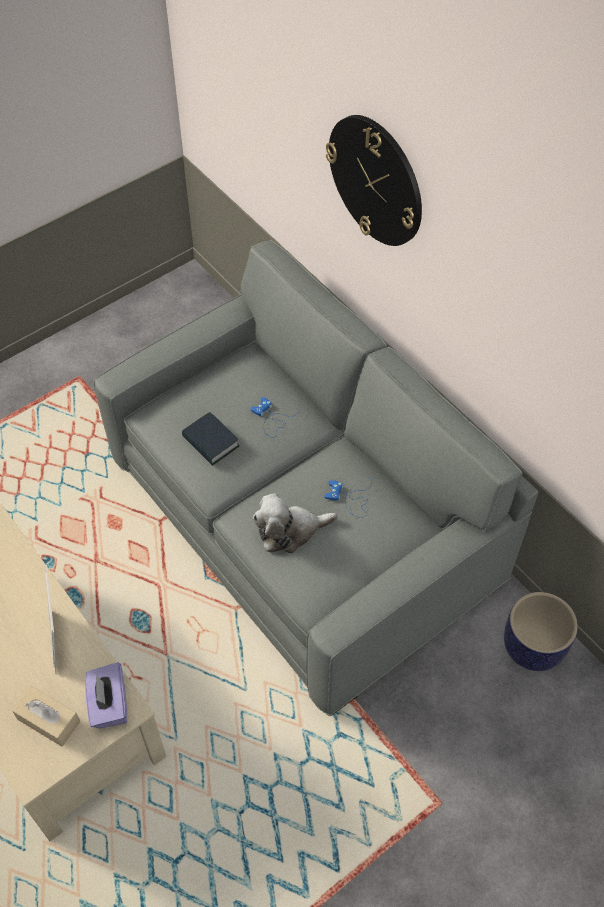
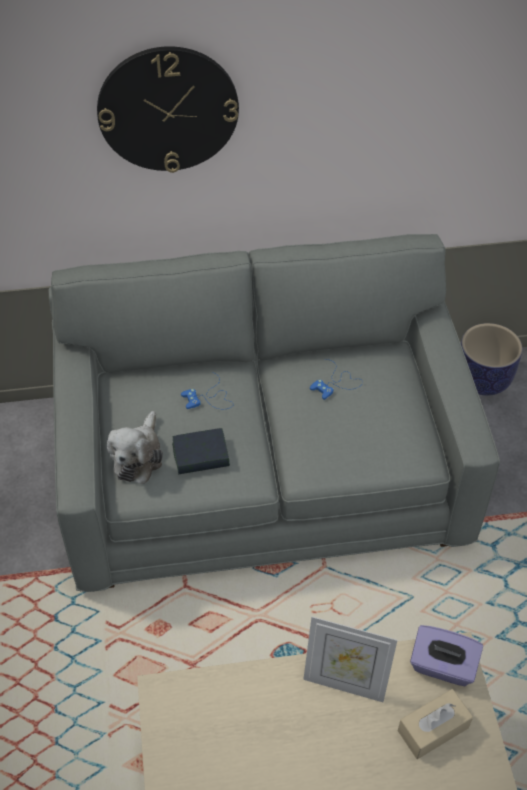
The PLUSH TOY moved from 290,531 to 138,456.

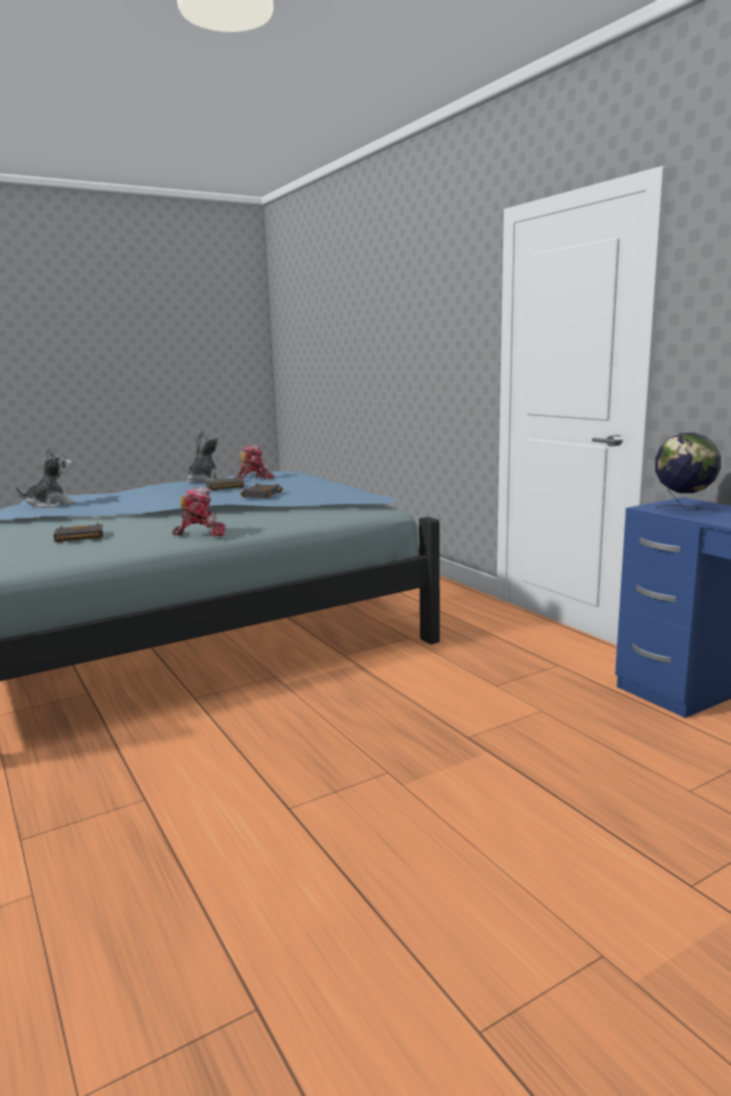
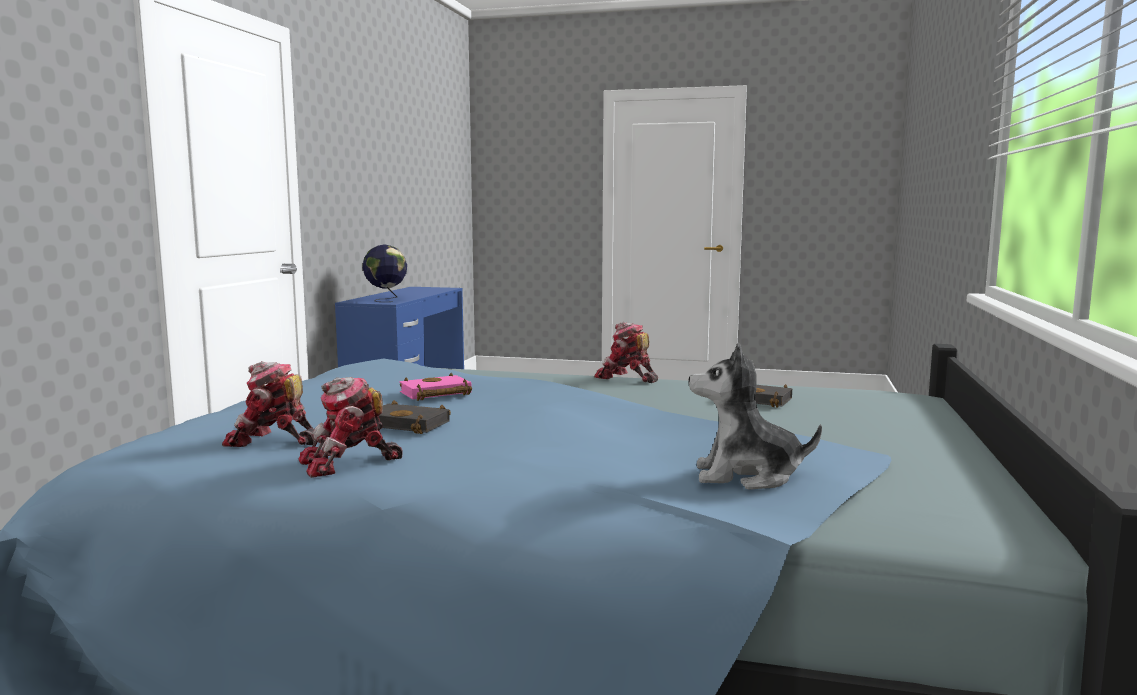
The PLUSH TOY at 204,481 was replaced by the TOY ROBOT at 349,463.
The BLACK BOOK at 261,495 became the PINK BOOK at 435,394.

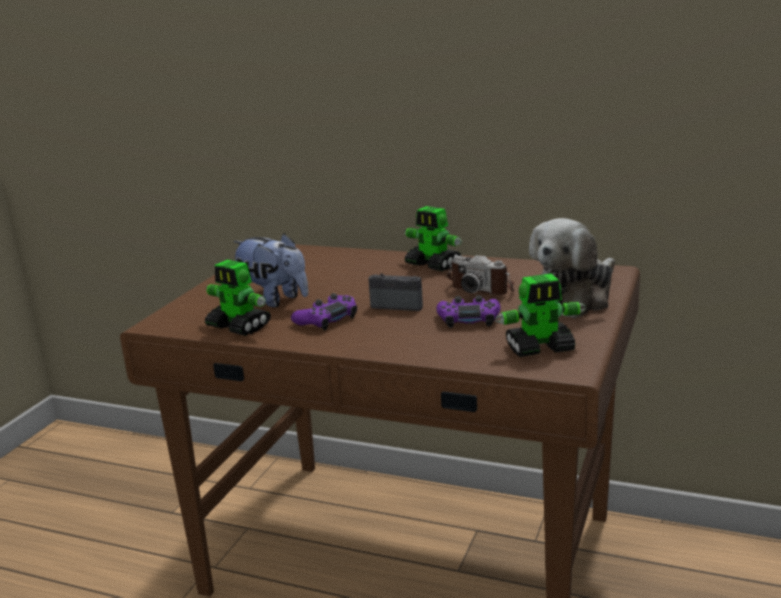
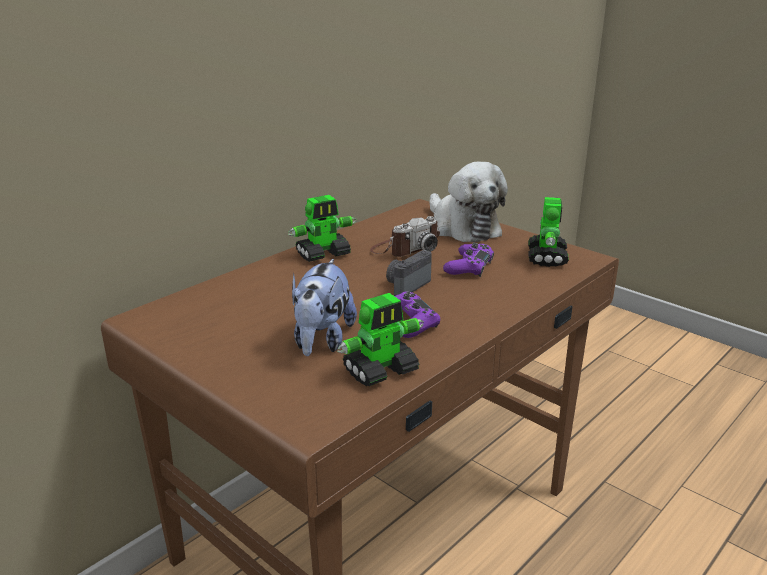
The PLUSH TOY at 274,300 turned 135 degrees clockwise.

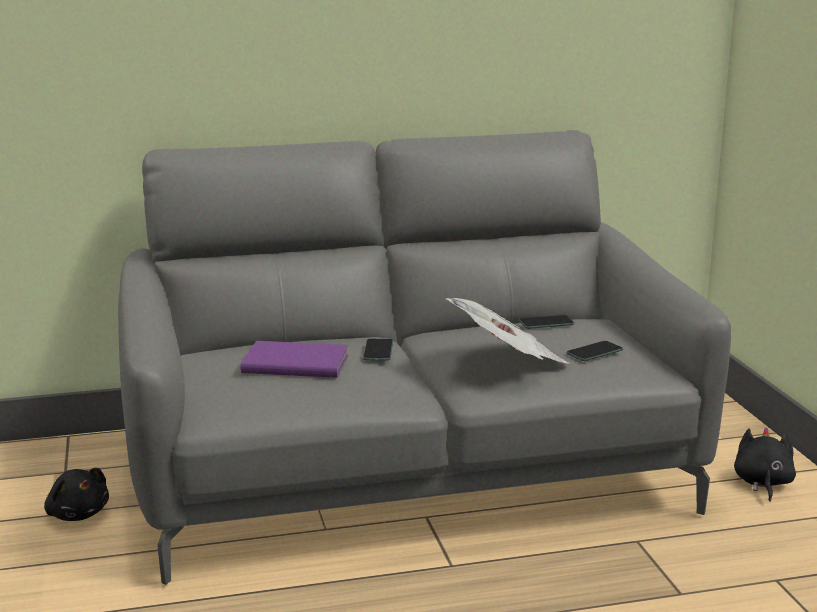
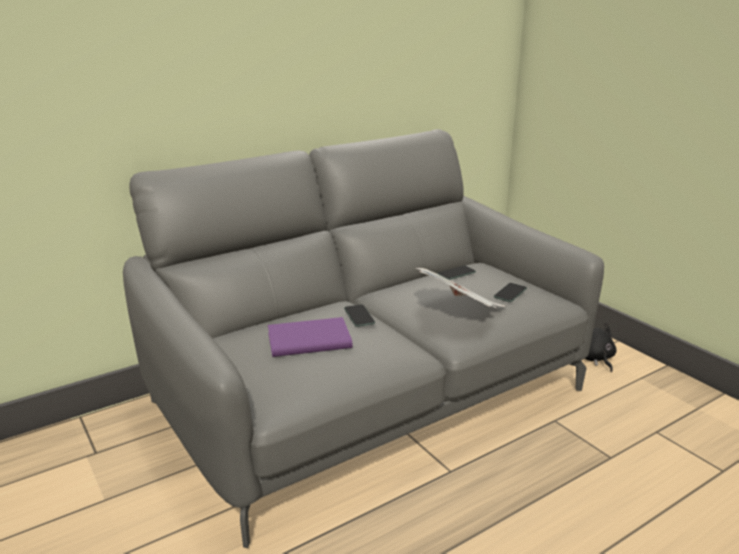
The BLACK PLUSH TOY at 77,514 disappeared.

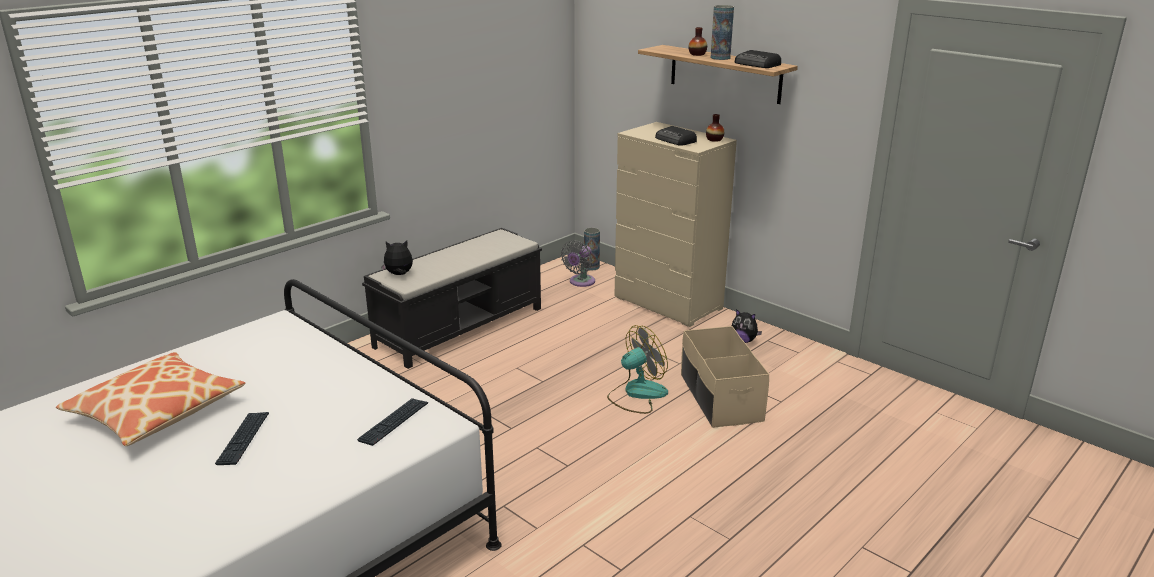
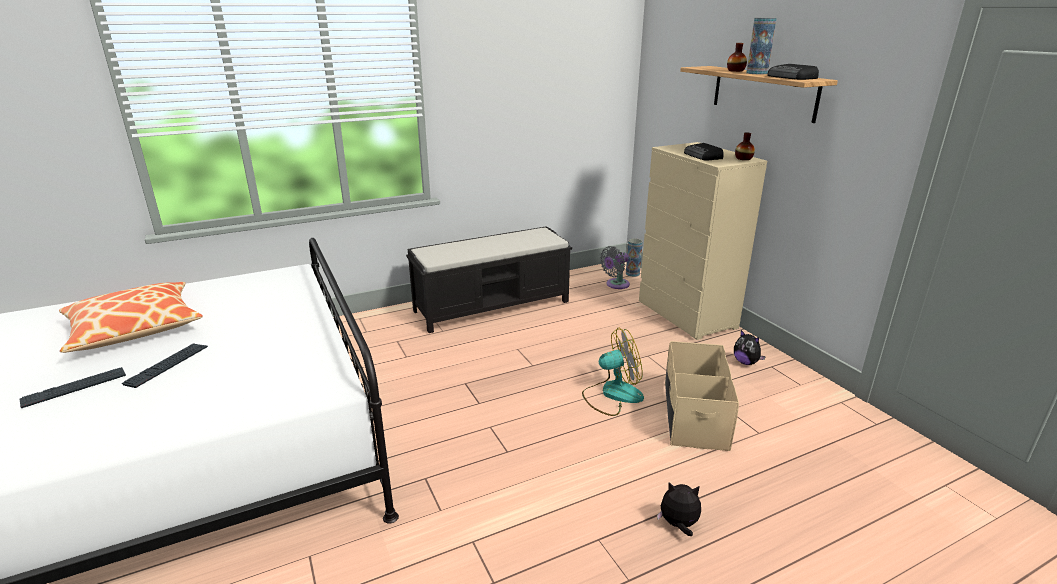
The KEYBOARD moved from 393,422 to 75,388.
The PLUSH TOY moved from 399,275 to 678,525.

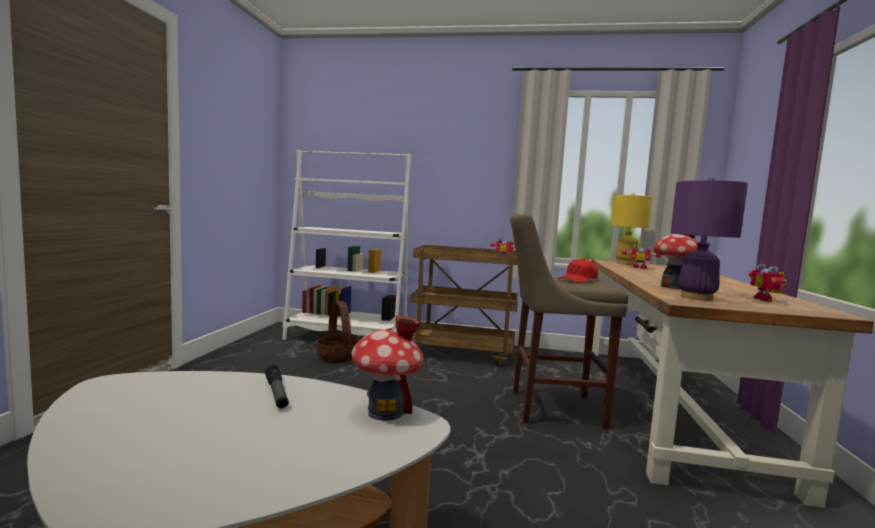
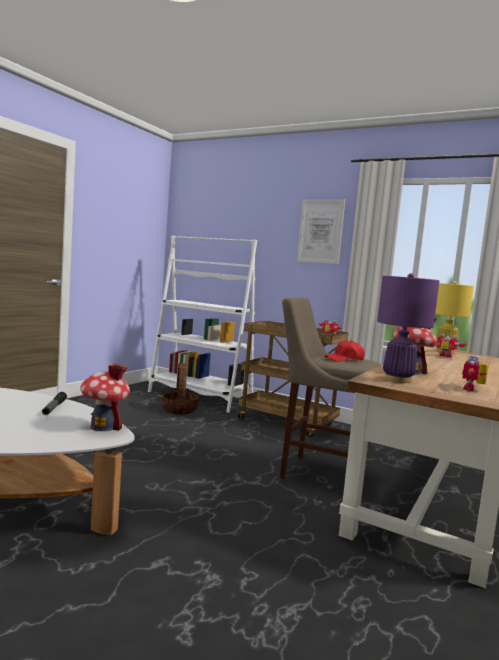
The PICTURE at 320,231 appeared.

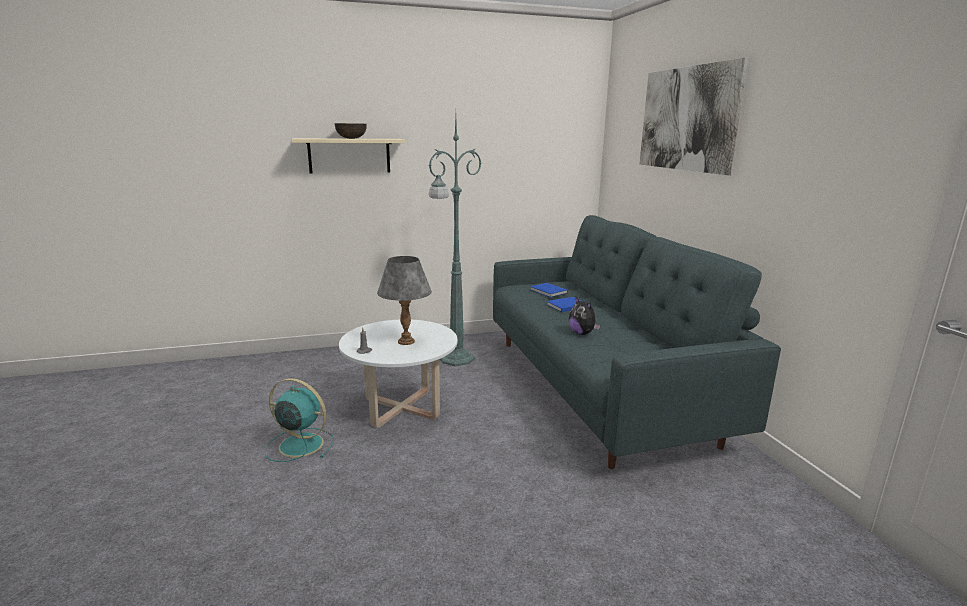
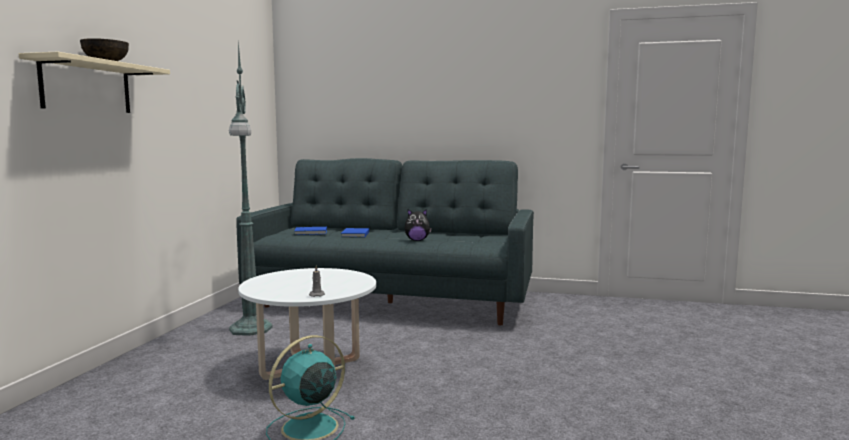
The GREY TABLE LAMP at 406,341 disappeared.
The PICTURE at 687,119 disappeared.

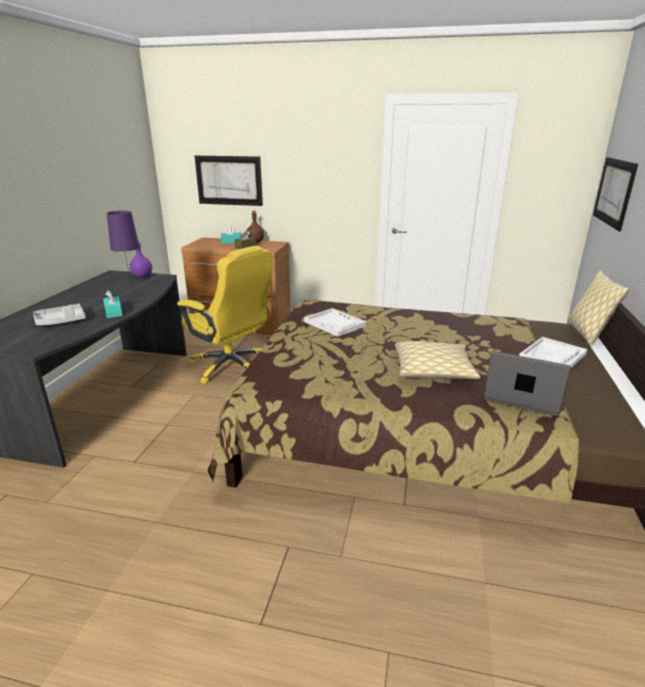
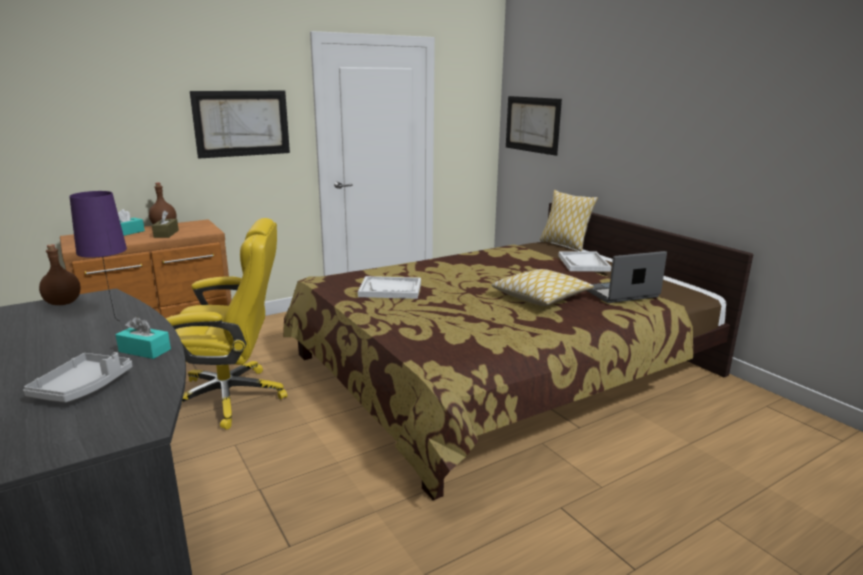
The PICTURE moved from 229,180 to 242,123.
The PURPLE BOTTLE at 142,276 became the BROWN BOTTLE at 63,303.

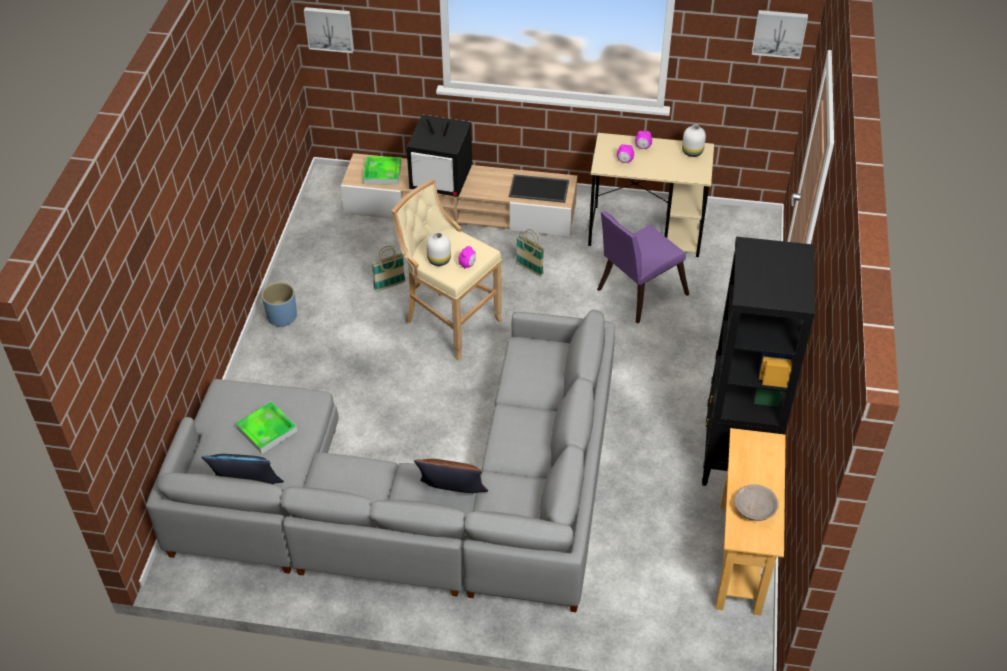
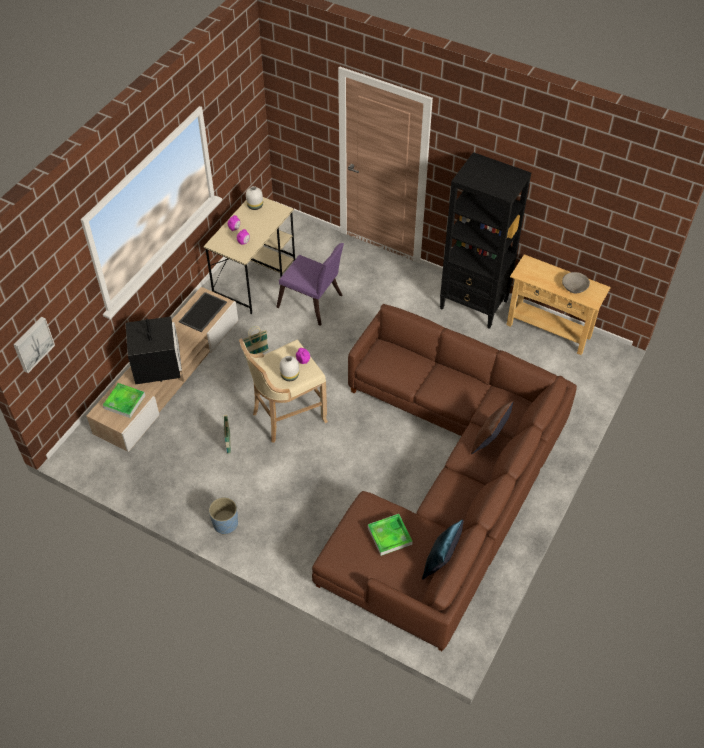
The PICTURE at 779,33 disappeared.
The GREY SOFA at 413,498 became the BROWN SOFA at 443,482.
The TELEVISION at 442,180 turned 45 degrees counterclockwise.
The PURPLE CHAIR at 637,294 turned 45 degrees counterclockwise.

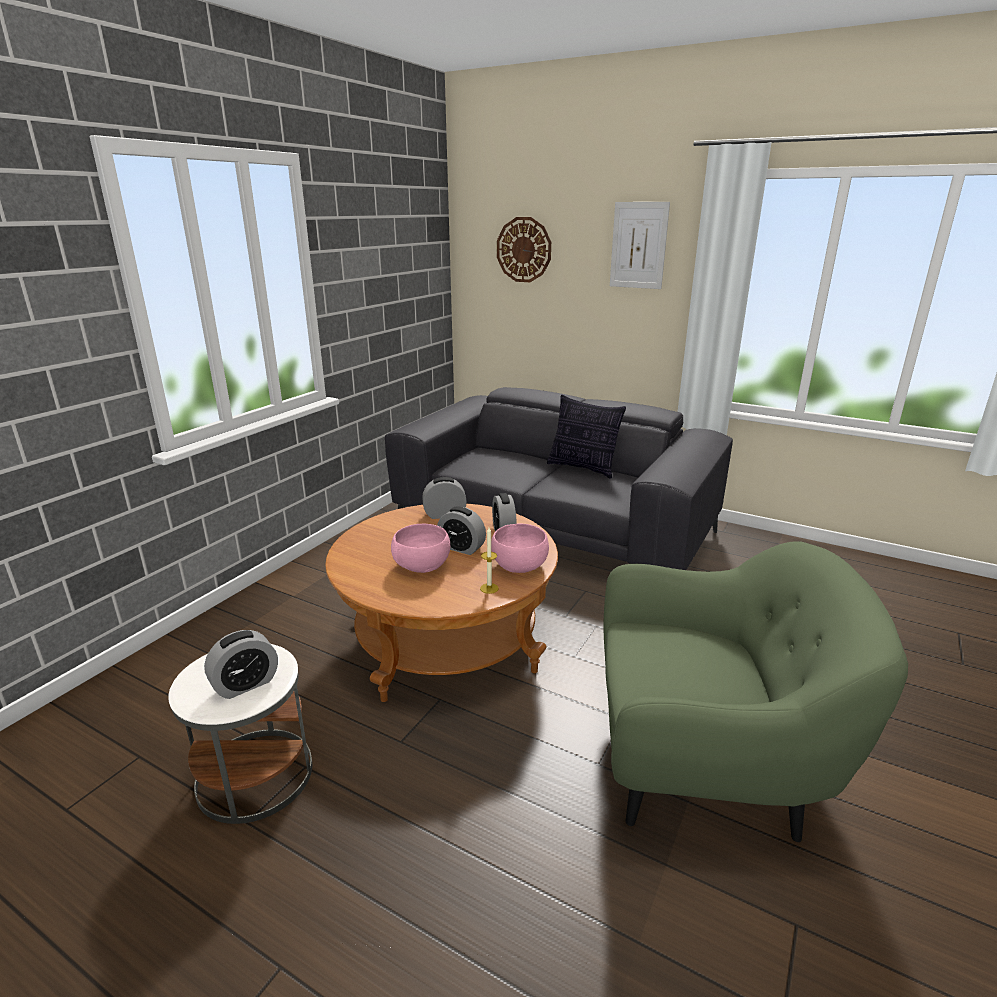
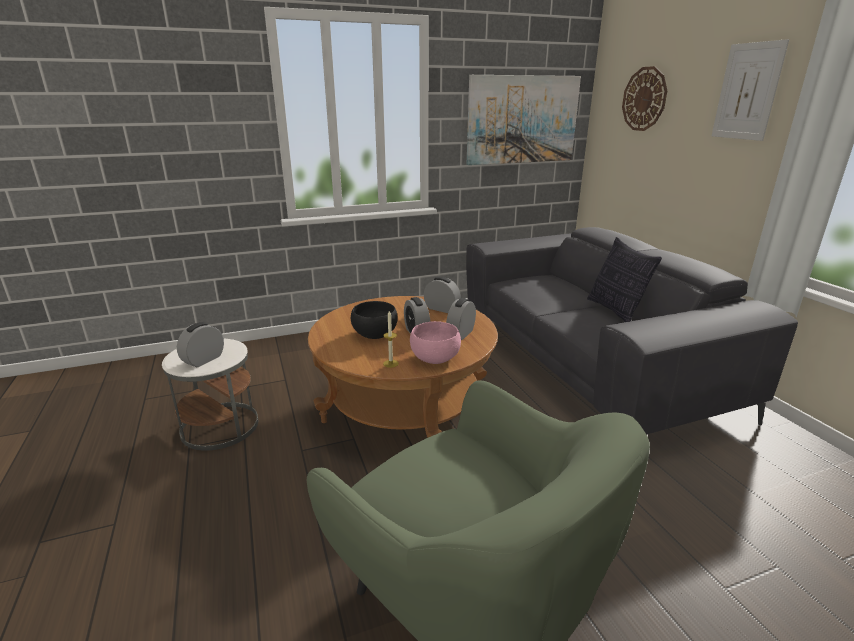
The PICTURE at 522,120 appeared.
The PINK BOWL at 421,566 became the BLACK BOWL at 374,334.
The ALARM CLOCK at 246,684 turned 120 degrees clockwise.

